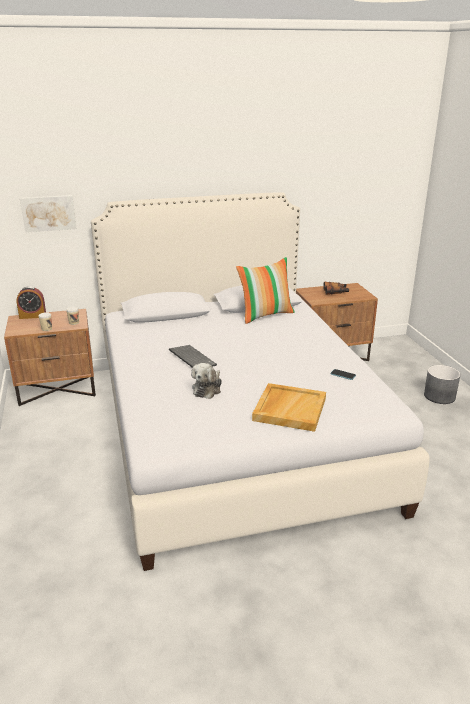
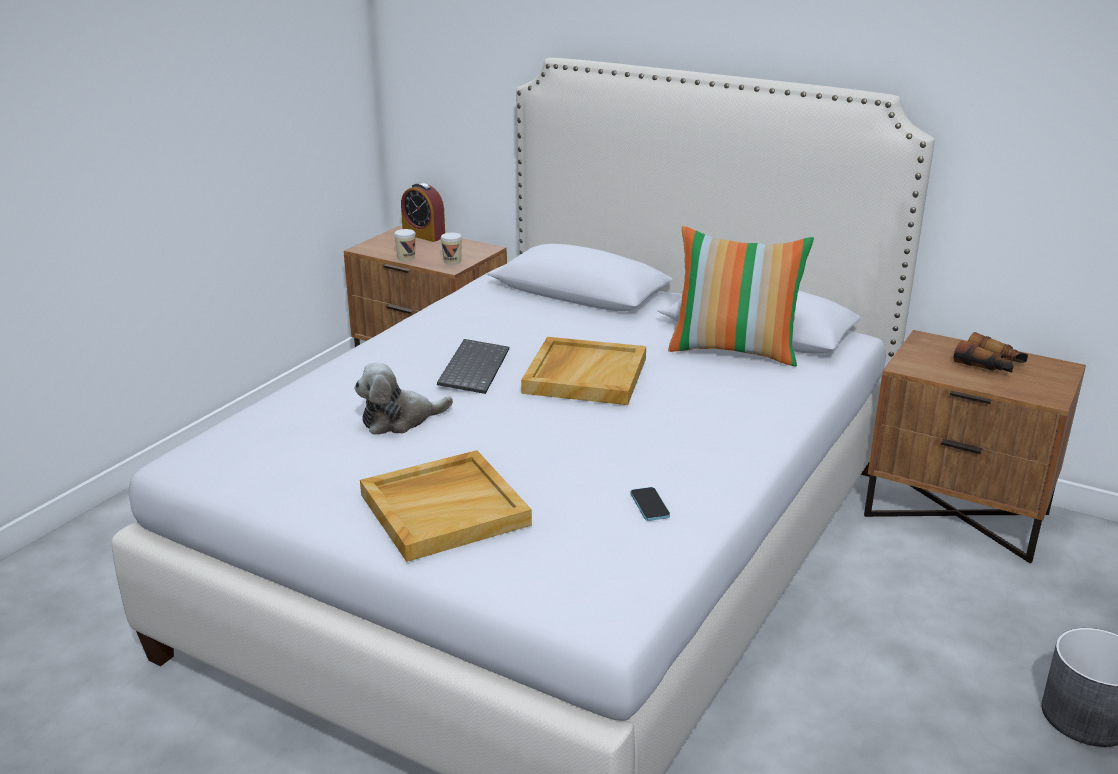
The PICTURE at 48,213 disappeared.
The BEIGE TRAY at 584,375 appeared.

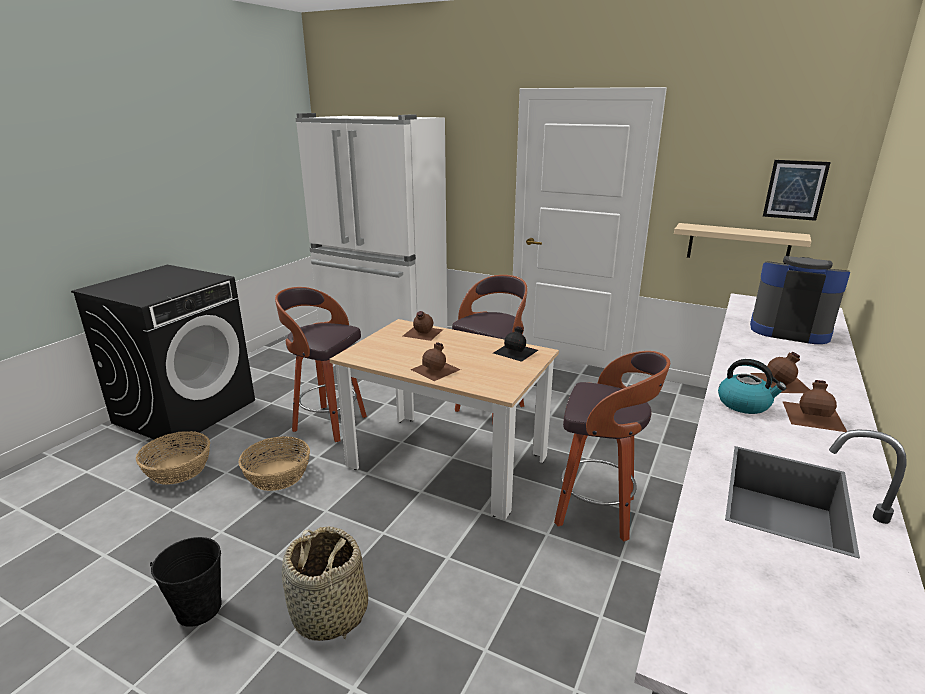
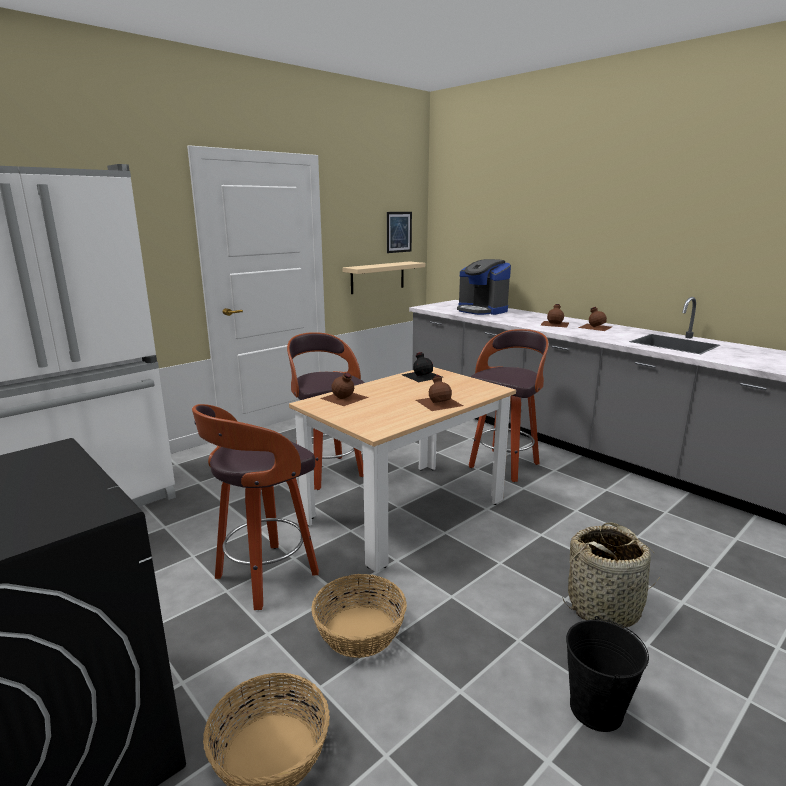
The KETTLE at 744,404 disappeared.
The COFFEE MACHINE at 789,329 turned 90 degrees counterclockwise.

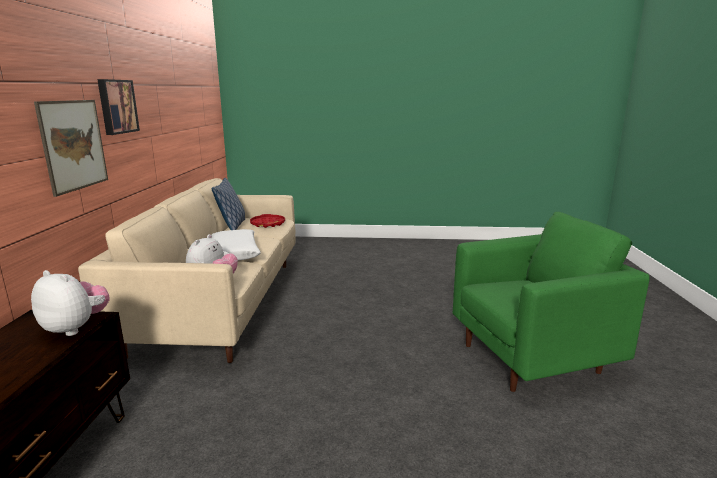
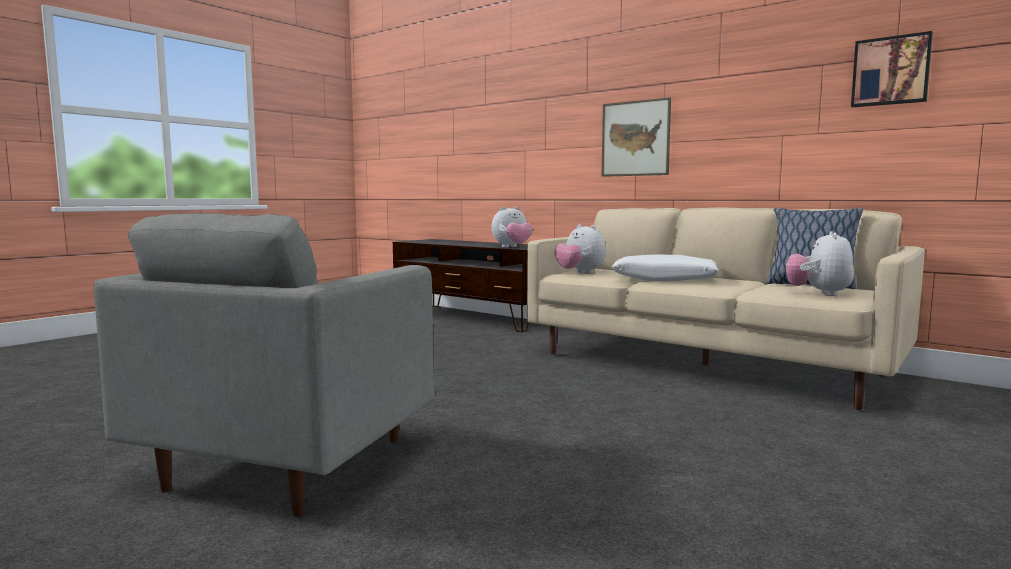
The PICTURE moved from 116,106 to 891,71.
The RED TRAY at 268,224 was replaced by the PLUSH TOY at 818,294.
The GREEN ARMCHAIR at 531,358 became the GREY ARMCHAIR at 287,464.

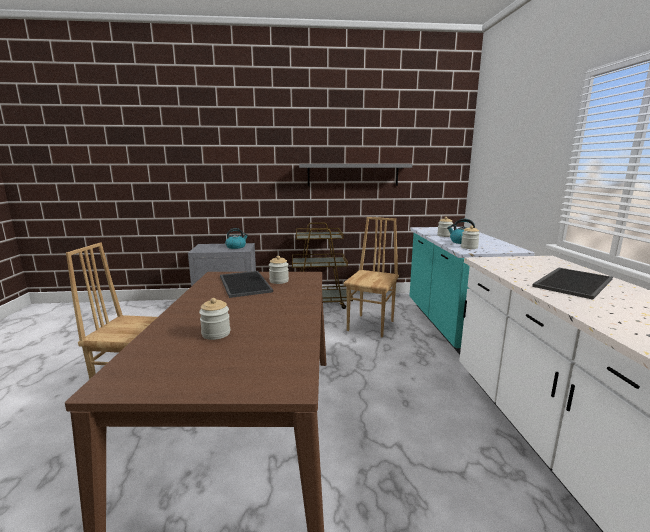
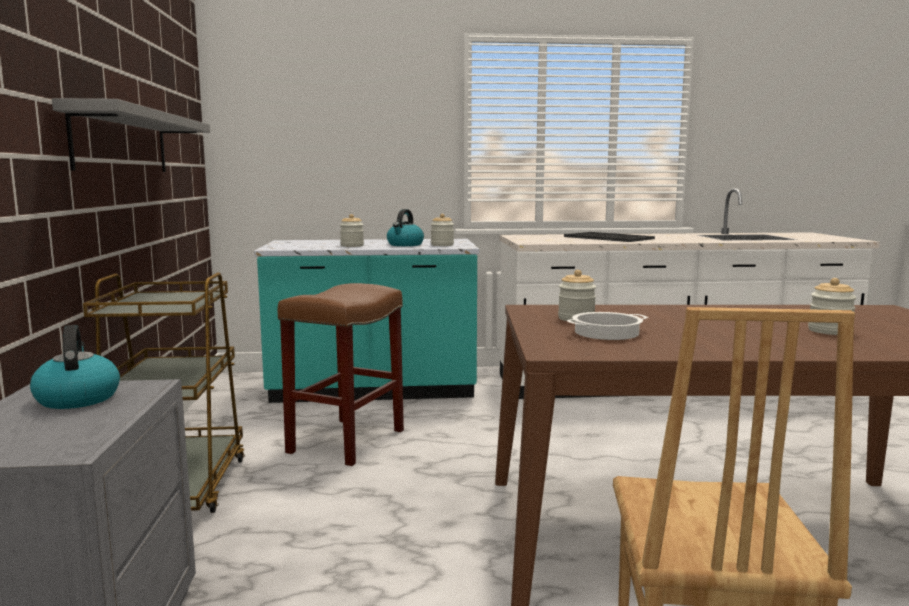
The TRAY at 243,284 was replaced by the COOKING POT at 606,333.
The BROWN CHAIR at 371,325 was replaced by the BROWN STOOL at 347,440.

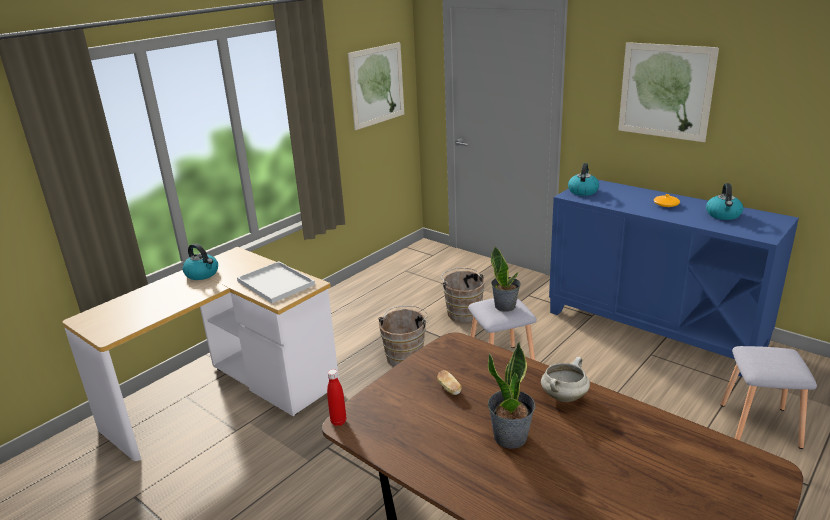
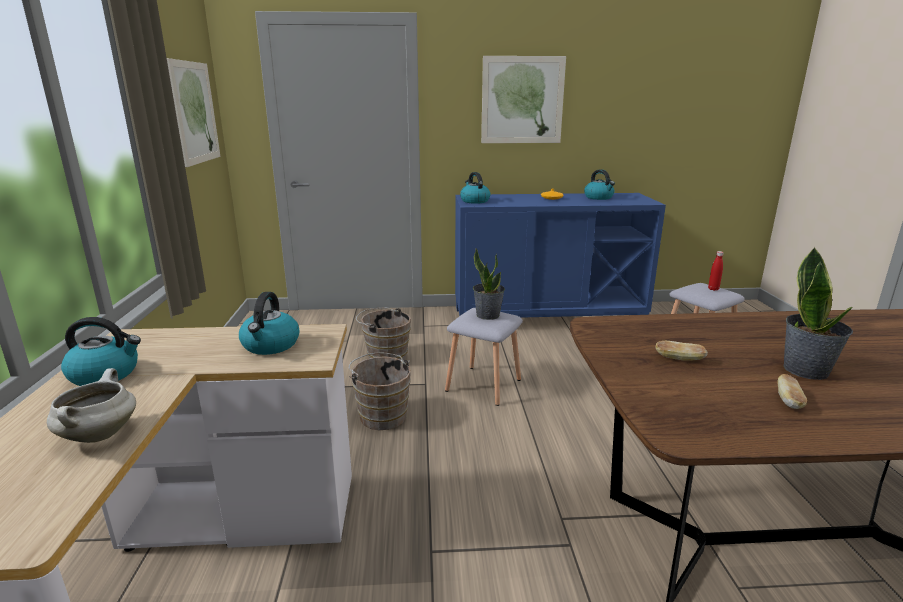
The BREAD at 789,401 appeared.
The RED BOTTLE moved from 338,421 to 713,289.
The WHITE COOKING POT moved from 564,396 to 99,434.
The WHITE TRAY at 277,283 was replaced by the KETTLE at 270,345.

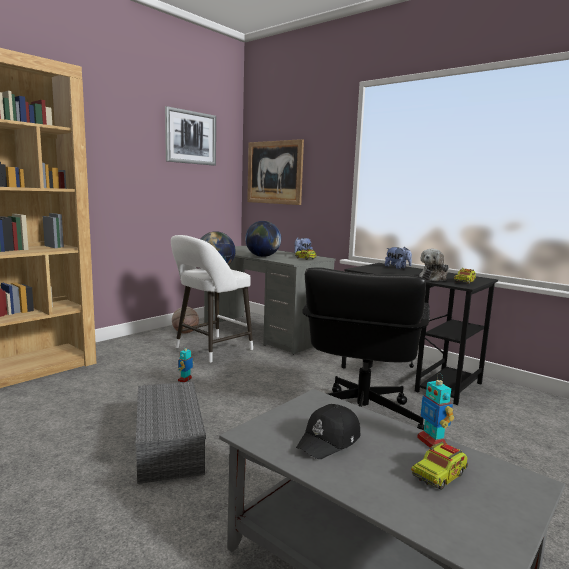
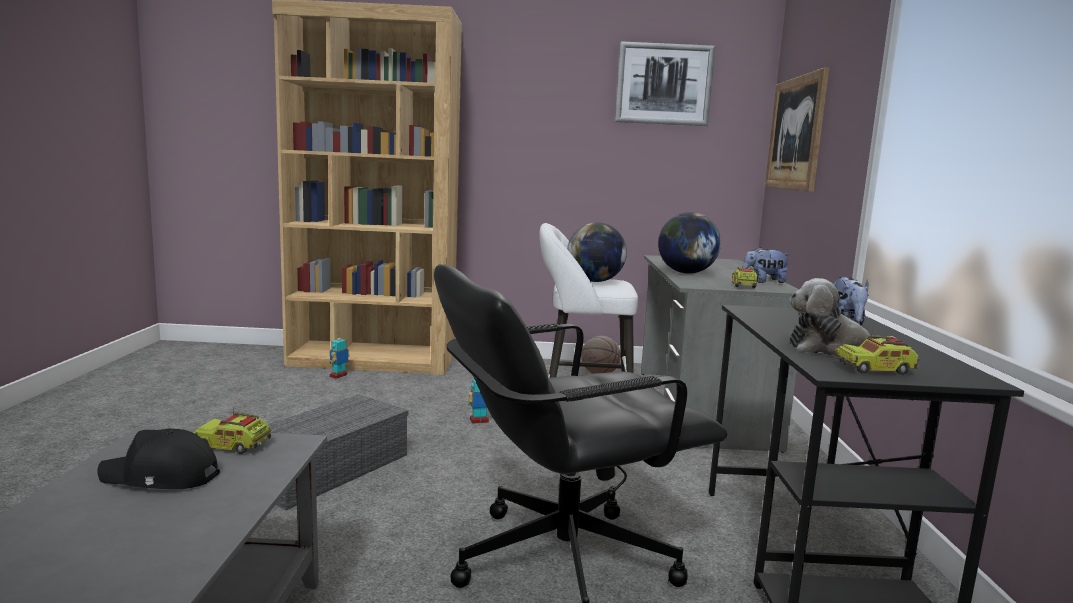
The TOY TRUCK moved from 439,475 to 233,445.
The TOY ROBOT moved from 432,442 to 339,376.

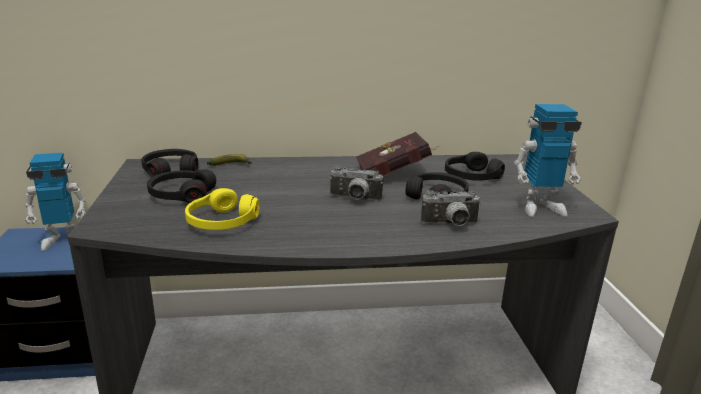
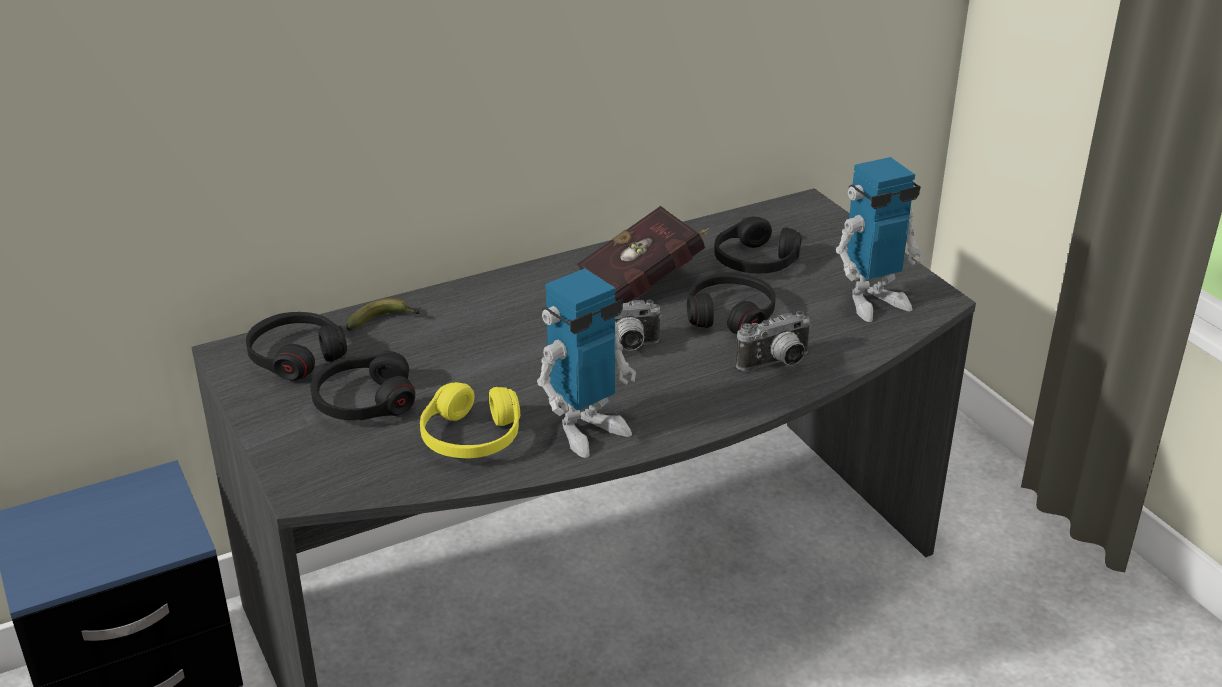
The TOY ROBOT moved from 62,240 to 587,430.

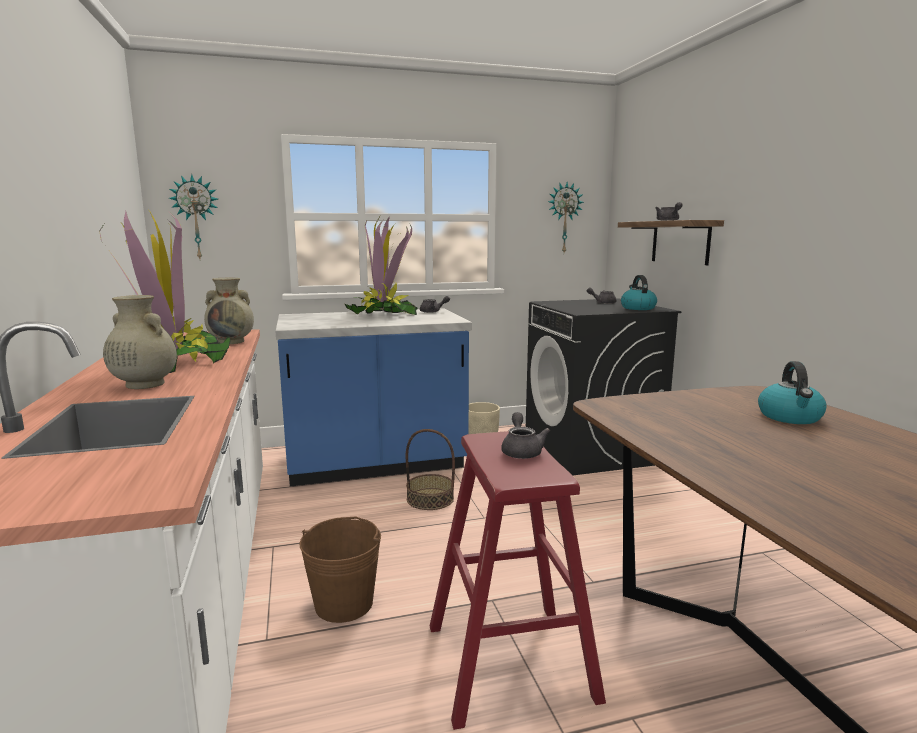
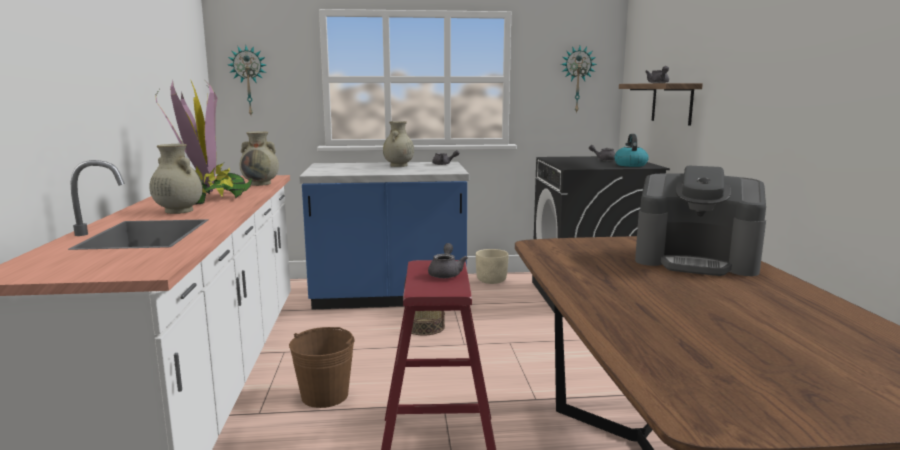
The POTTED PLANT at 383,314 was replaced by the BEIGE VASE at 398,165.
The KETTLE at 790,417 was replaced by the COFFEE MACHINE at 696,261.

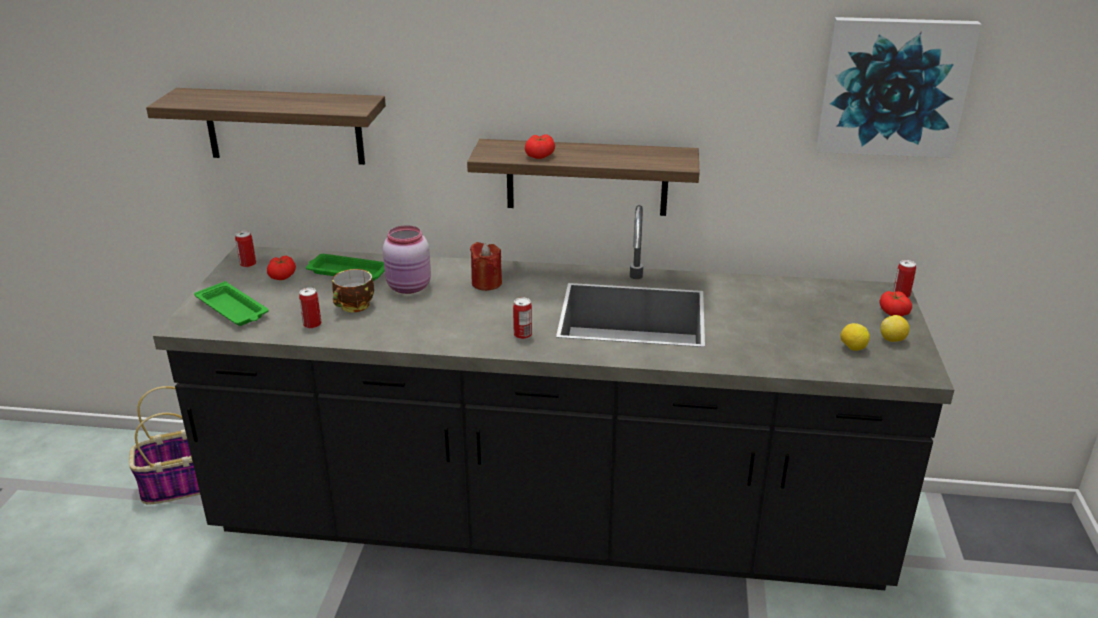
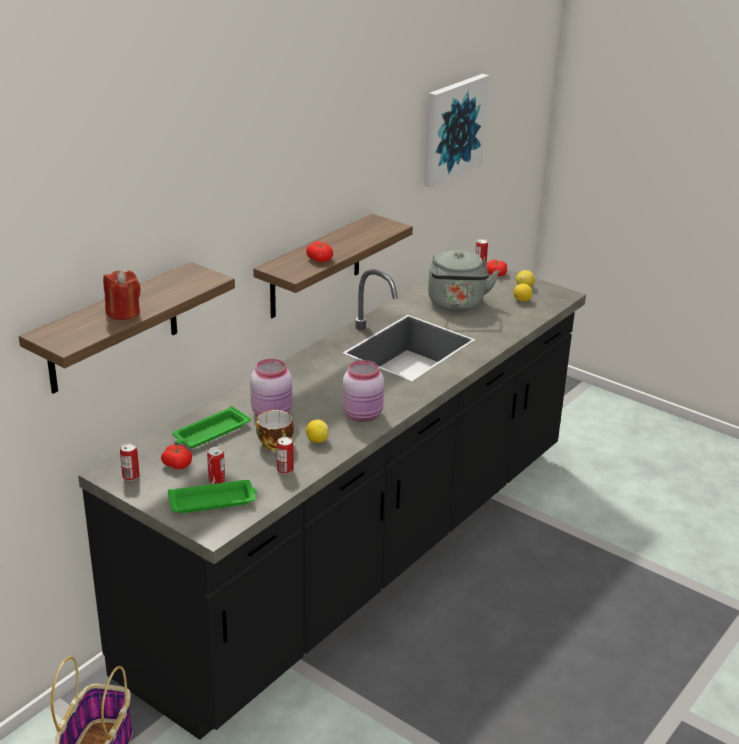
The LEMON at 317,440 appeared.
The PINK JAR at 363,415 appeared.
The GREY KETTLE at 456,304 appeared.
The RED CANDLE moved from 486,283 to 123,313.
The CAN moved from 522,335 to 216,480.

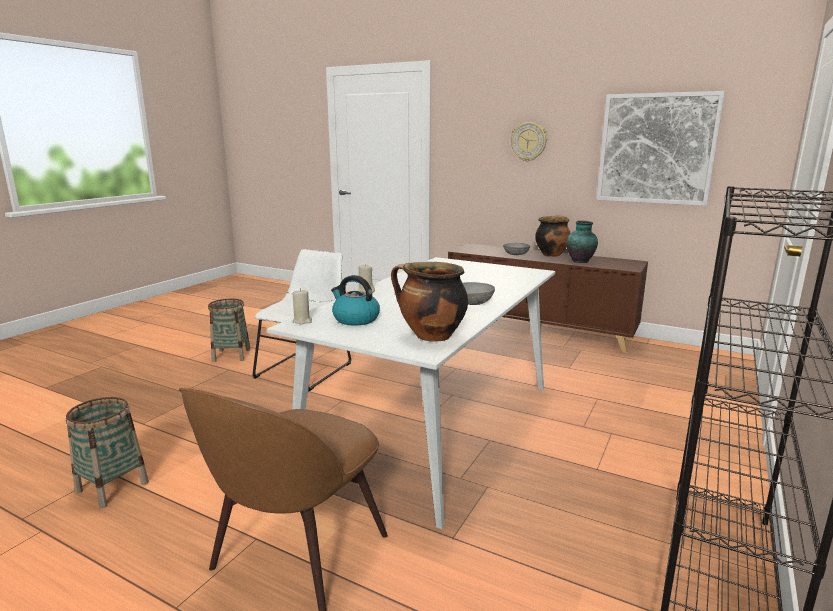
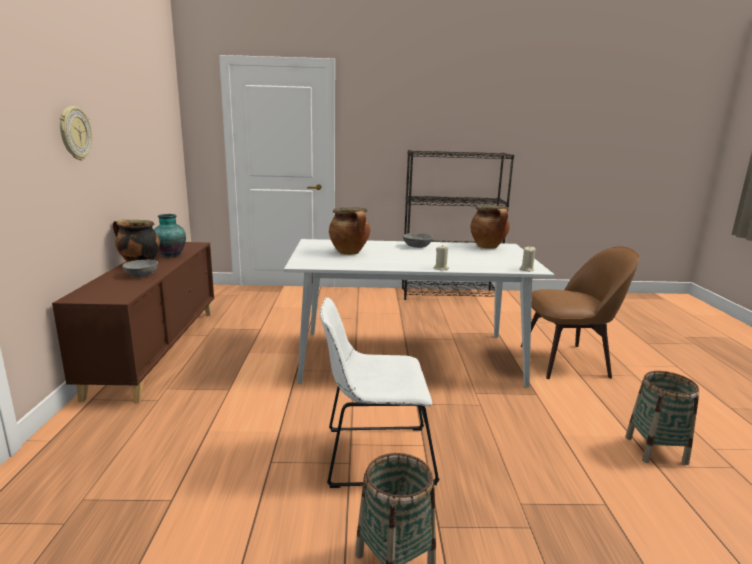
The KETTLE at 355,319 disappeared.
The PICTURE at 656,149 disappeared.
The COOKING POT at 350,253 appeared.

